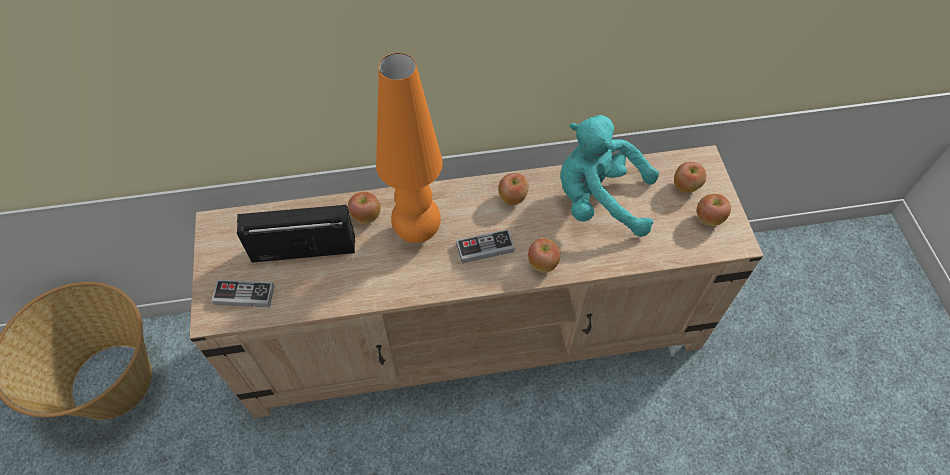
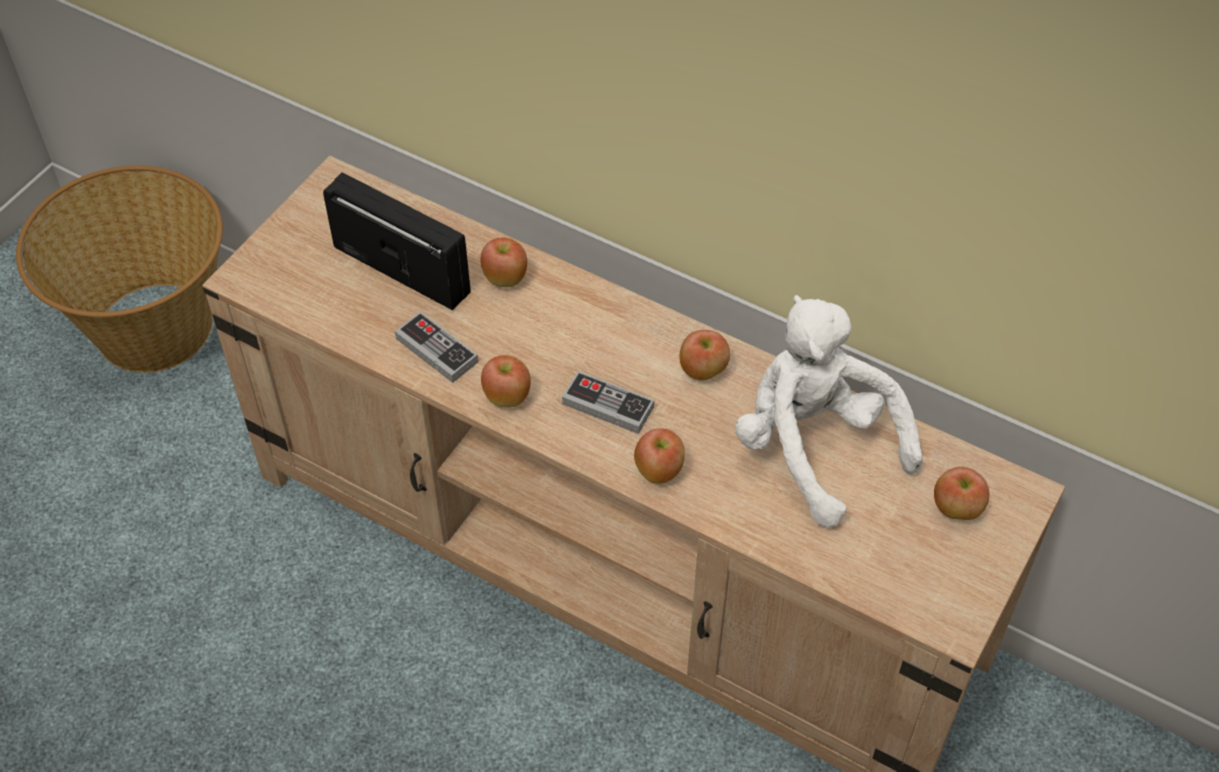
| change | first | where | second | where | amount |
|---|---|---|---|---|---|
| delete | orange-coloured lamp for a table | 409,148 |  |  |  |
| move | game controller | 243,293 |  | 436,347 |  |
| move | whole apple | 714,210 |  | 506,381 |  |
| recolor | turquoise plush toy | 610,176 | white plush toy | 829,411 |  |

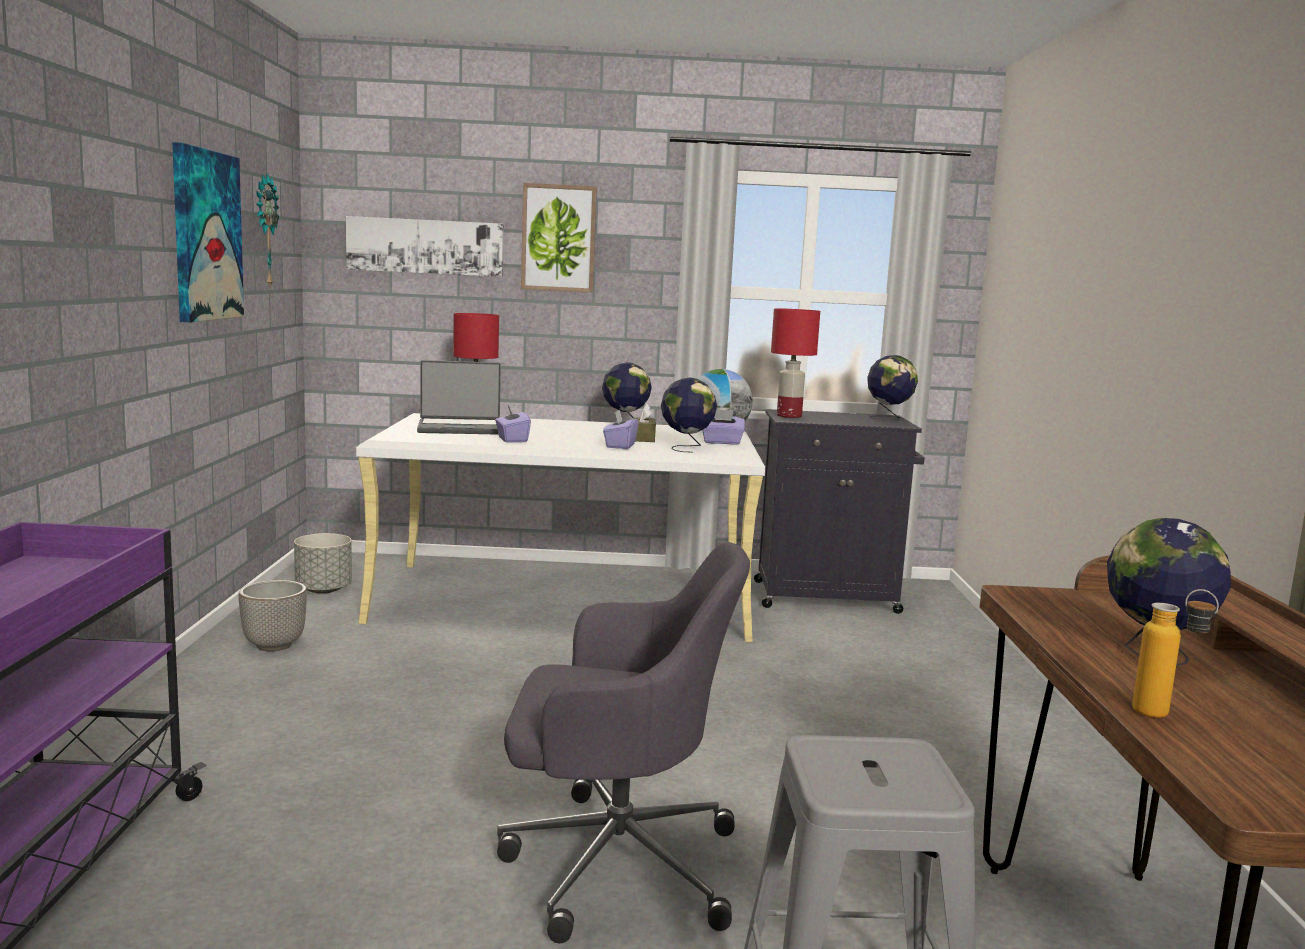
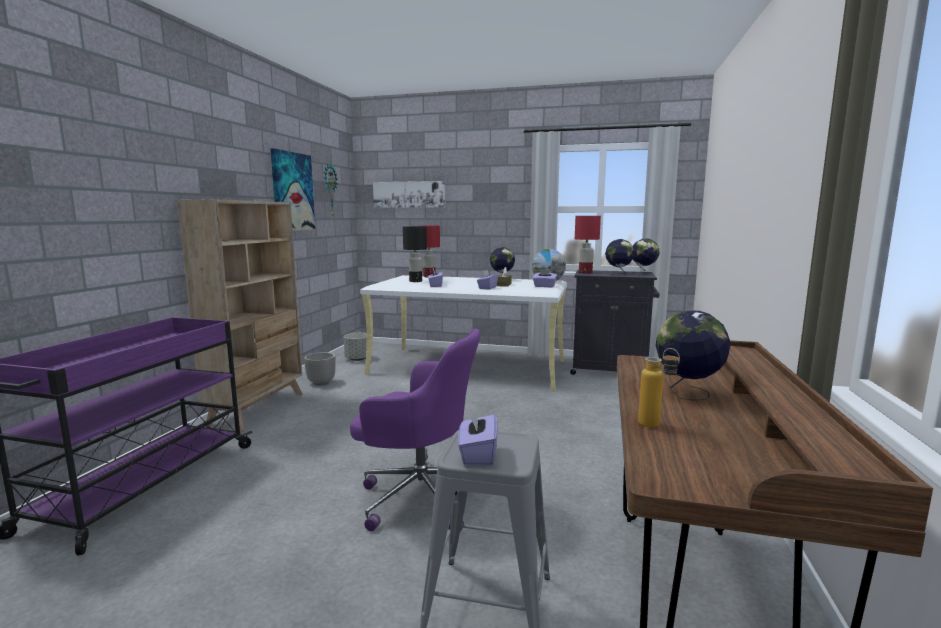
| change | first | where | second | where | amount |
|---|---|---|---|---|---|
| delete | wall art | 559,238 |  |  |  |
| insert |  |  | beige bookshelf | 240,314 |  |
| insert |  |  | purple box of tissues | 478,436 |  |
| move | world globe | 689,415 |  | 619,257 |  |
| replace | notebook computer | 459,397 | black-coloured lamp for a table | 415,254 |  |
| recolor | grey desk chair | 623,742 | purple desk chair | 415,430 |  |

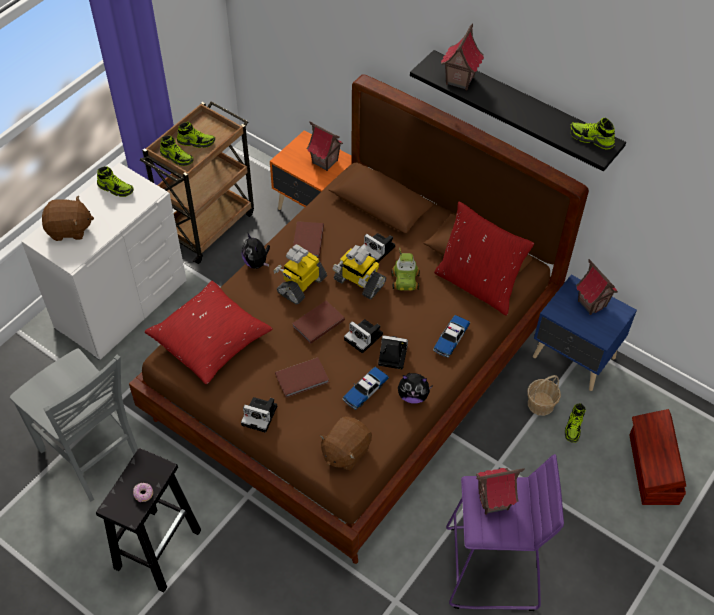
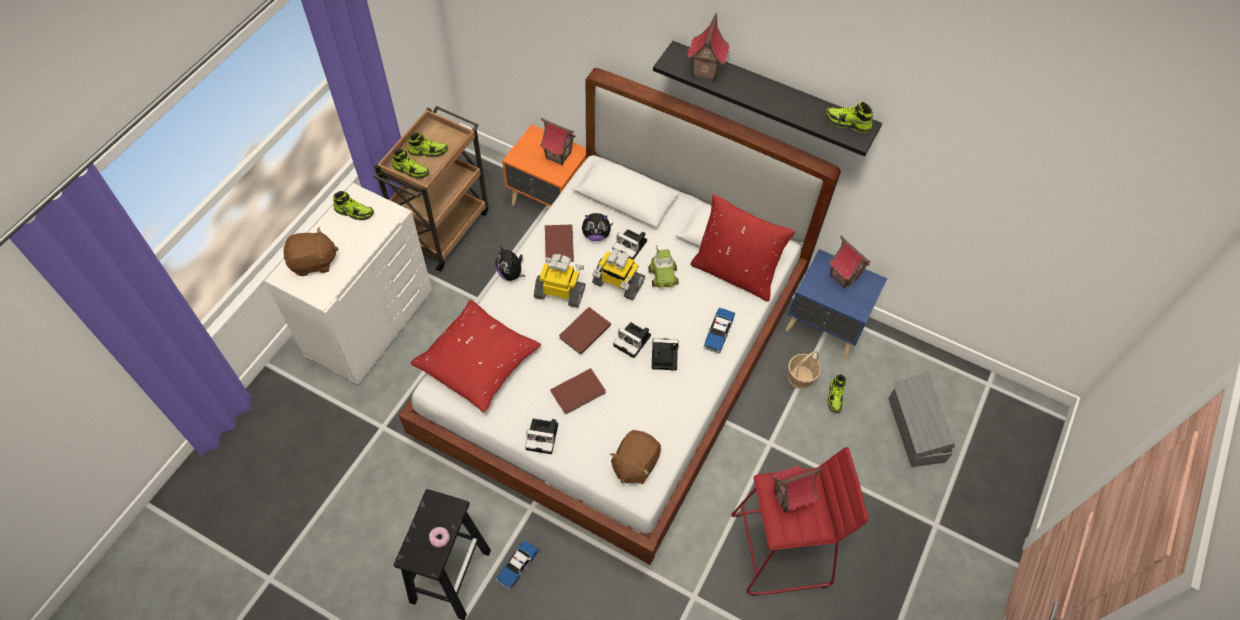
| change | first | where | second | where | amount |
|---|---|---|---|---|---|
| delete | grey upright chair | 74,424 |  |  |  |
| move | miniature car | 365,388 |  | 517,564 |  |
| move | plush toy | 415,388 |  | 597,227 |  |
| recolor | brown bed | 359,319 | white bed | 620,316 |  |
| recolor | purple stool seat | 505,532 | reddish stool seat | 799,521 |  |
| recolor | brown storage box | 657,457 | grey storage box | 922,420 |  |
| rotate | robot figure | 300,274 |  | 559,281 | 75 degrees clockwise |

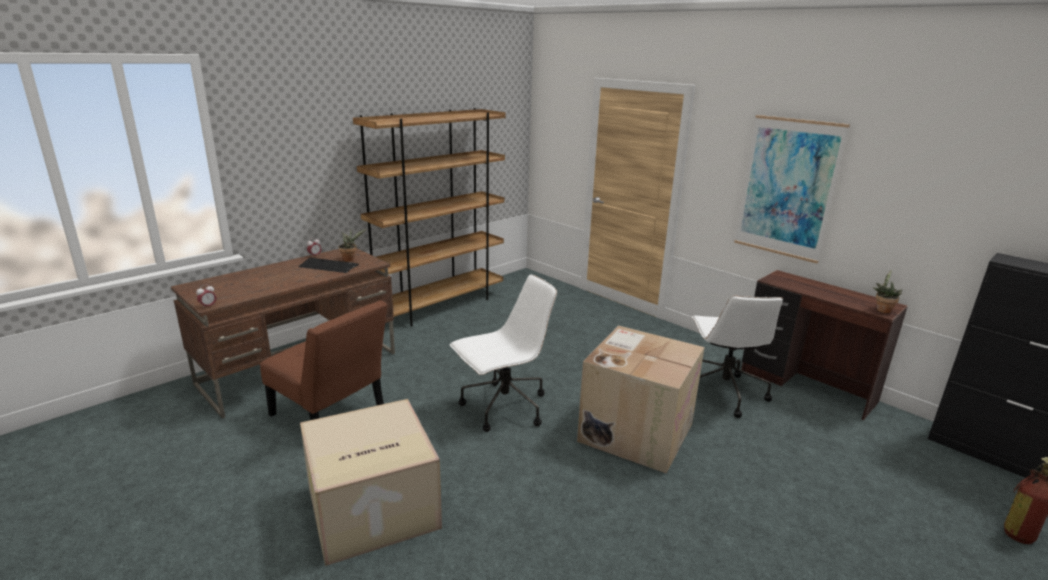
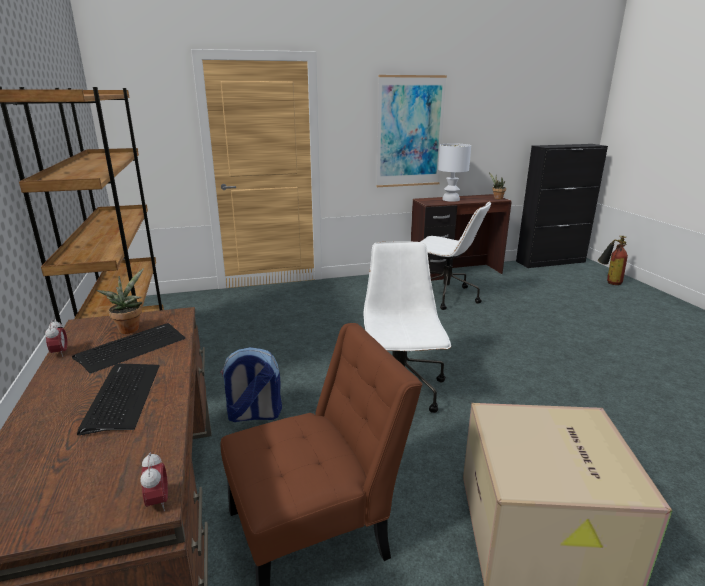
| change | first | where | second | where | amount |
|---|---|---|---|---|---|
| delete | carton | 641,400 |  |  |  |
| insert |  |  | computer keyboard | 118,399 |  |
| insert |  |  | backpack | 251,384 |  |
| insert |  |  | white lamp for a table | 454,172 |  |

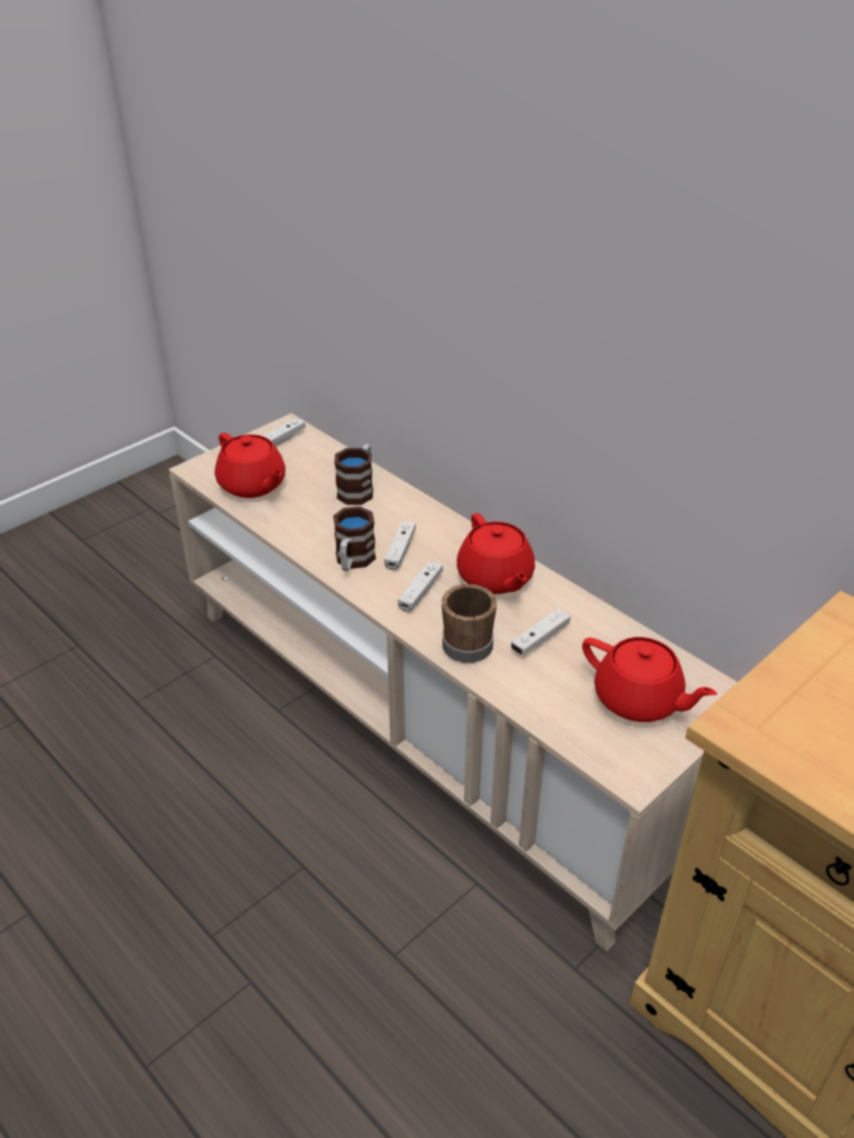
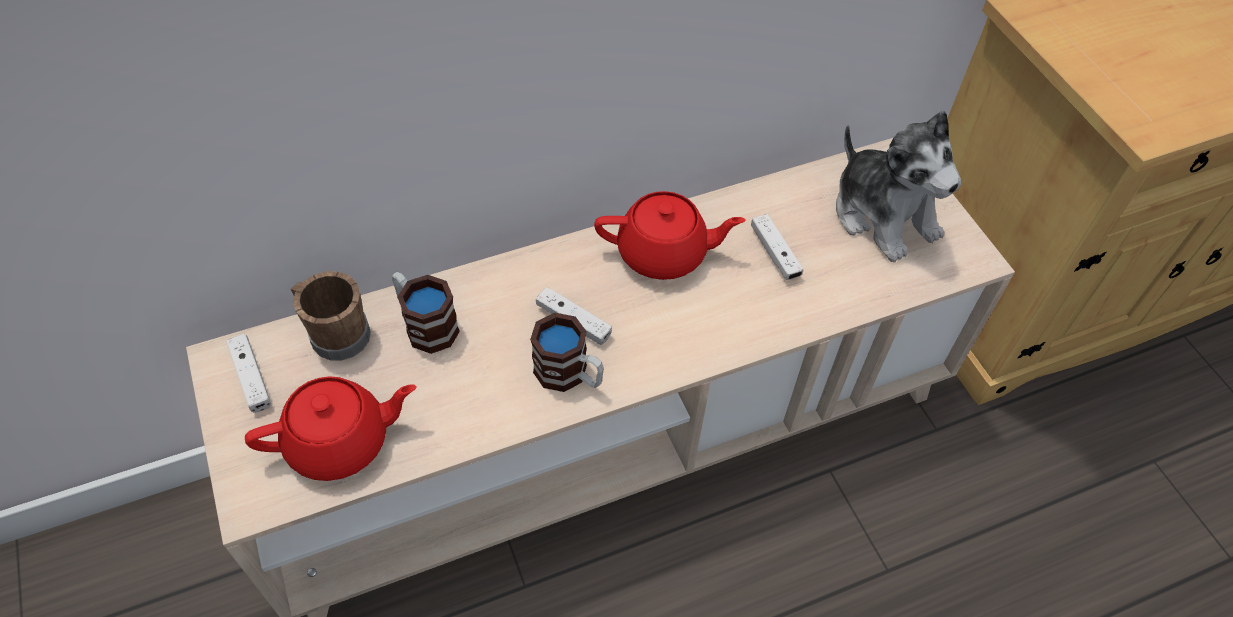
| change | first | where | second | where | amount |
|---|---|---|---|---|---|
| delete | white game controller | 420,586 |  |  |  |
| move | brown tea mug | 469,623 |  | 331,316 |  |
| replace | reddish teapot | 649,679 | plush toy | 898,186 |  |

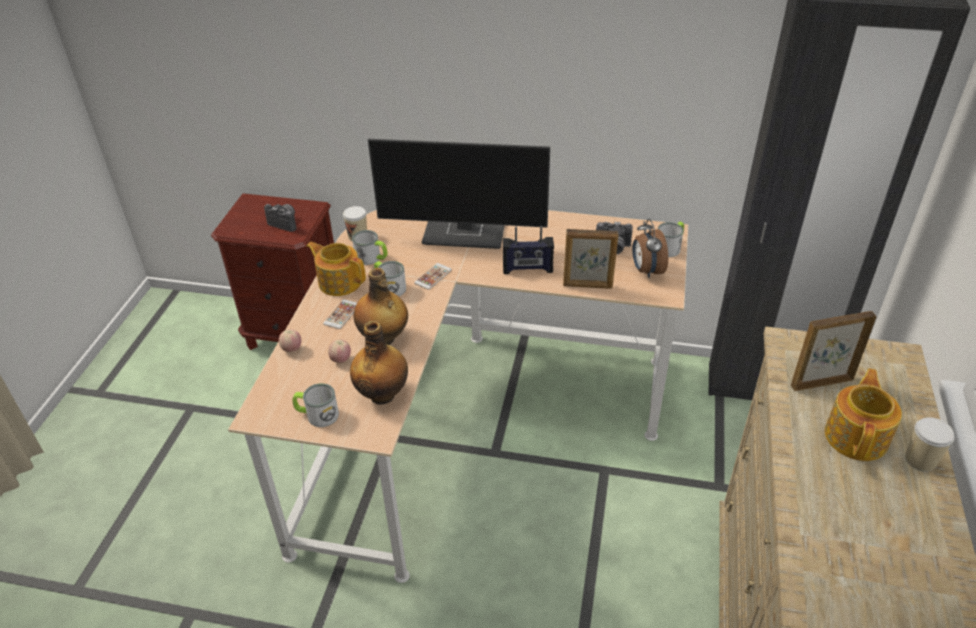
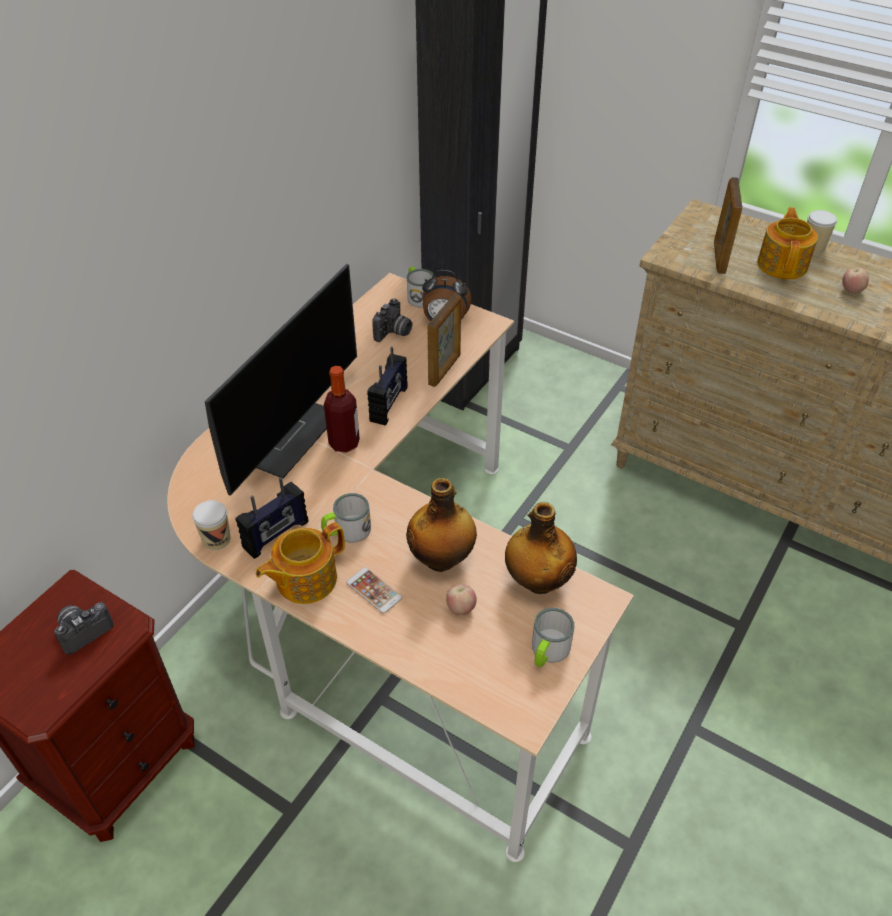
| change | first | where | second | where | amount |
|---|---|---|---|---|---|
| delete | handset | 433,276 |  |  |  |
| insert |  |  | bottle | 342,409 |  |
| move | whole apple | 290,340 |  | 855,281 |  |
| replace | tea mug | 369,247 | radio | 271,518 |  |
| rotate | teapot | 863,414 |  | 787,243 | 60 degrees clockwise |

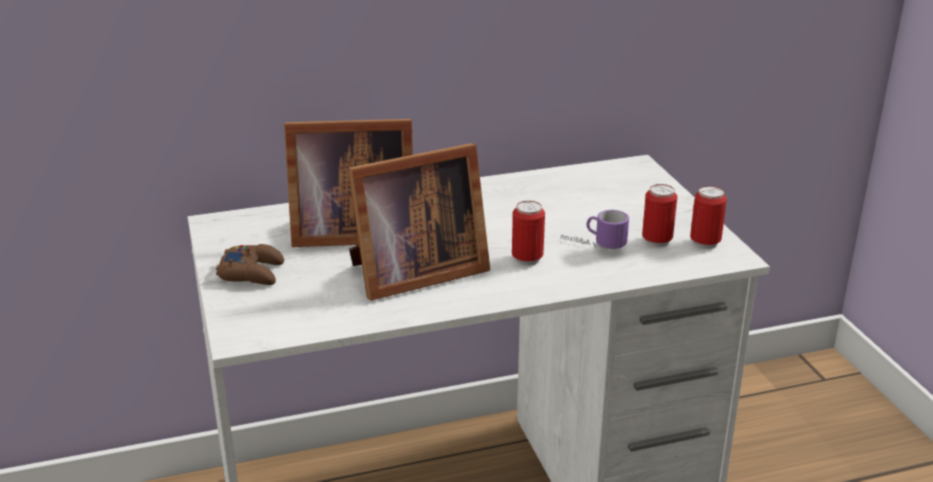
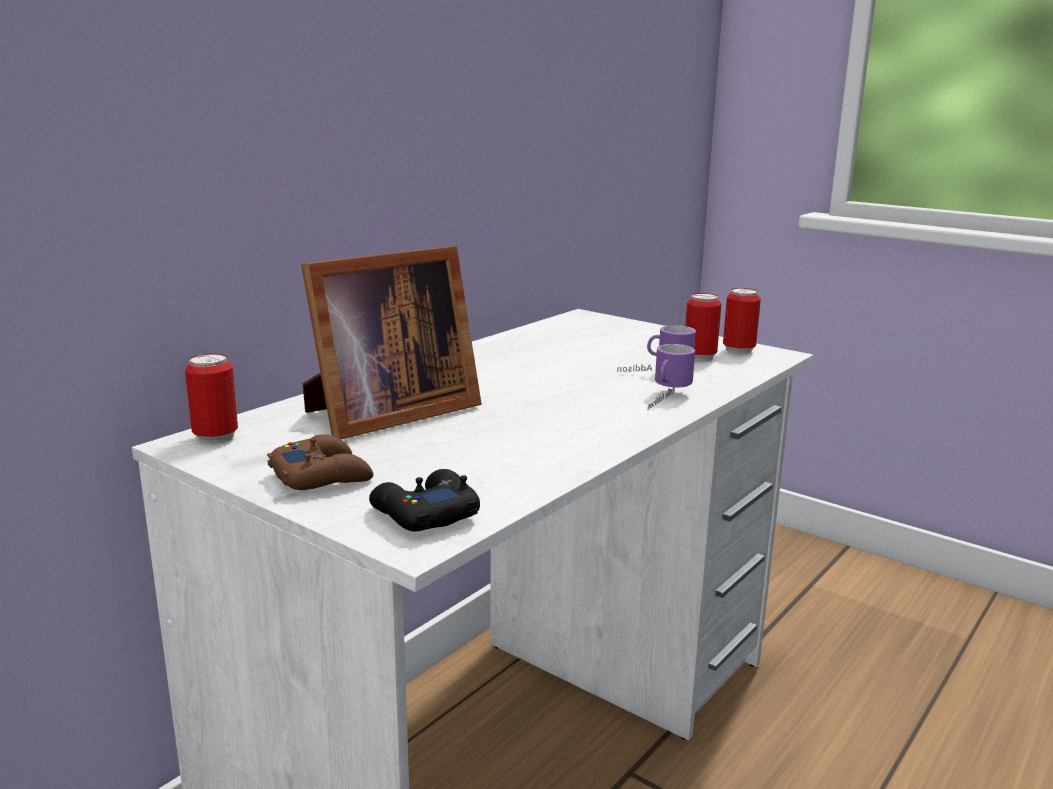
| change | first | where | second | where | amount |
|---|---|---|---|---|---|
| delete | picture frame | 419,222 |  |  |  |
| insert |  |  | black-coloured game controller | 424,500 |  |
| insert |  |  | tea mug | 671,377 |  |
| move | sealed can | 528,233 |  | 211,398 |  |

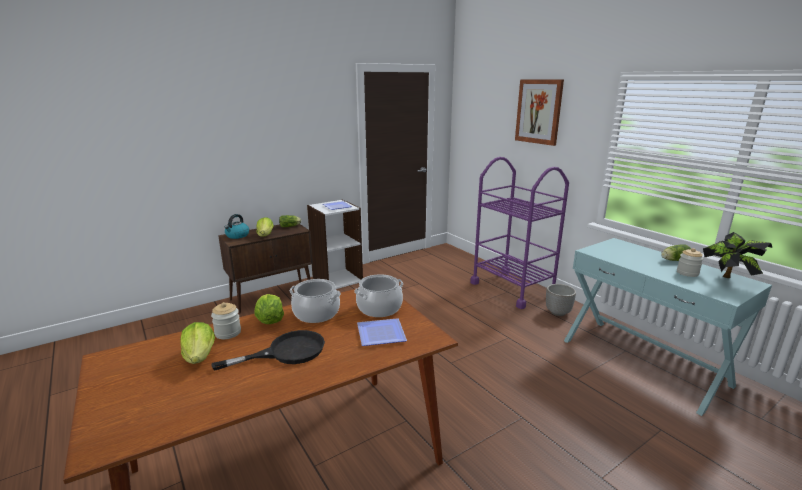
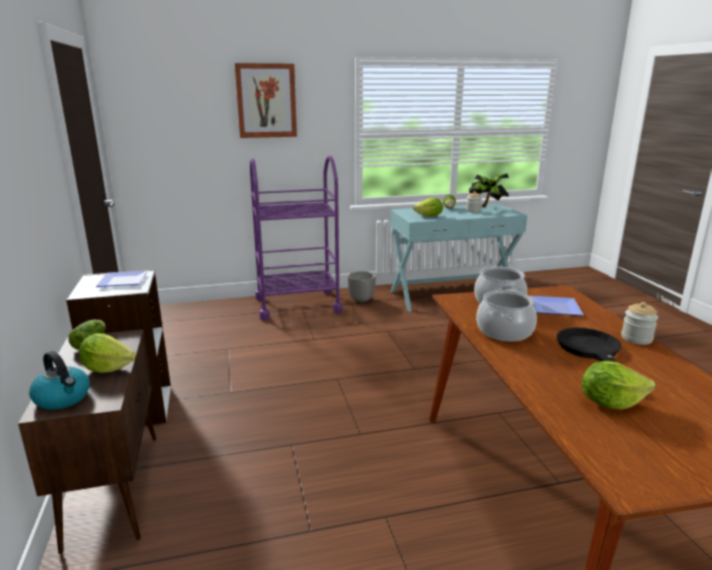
| change | first | where | second | where | amount |
|---|---|---|---|---|---|
| move | storage jar | 226,320 |  | 639,323 |  |
| move | lettuce | 269,309 |  | 428,207 |  |

